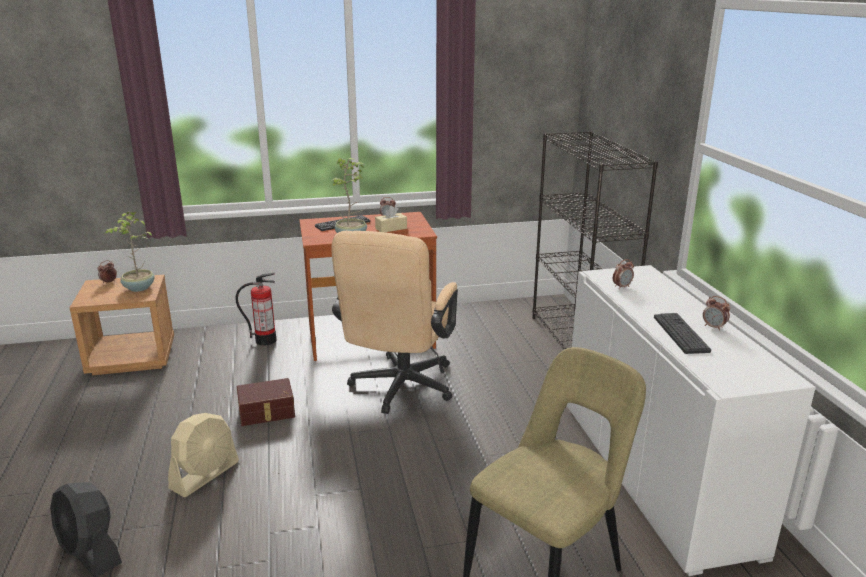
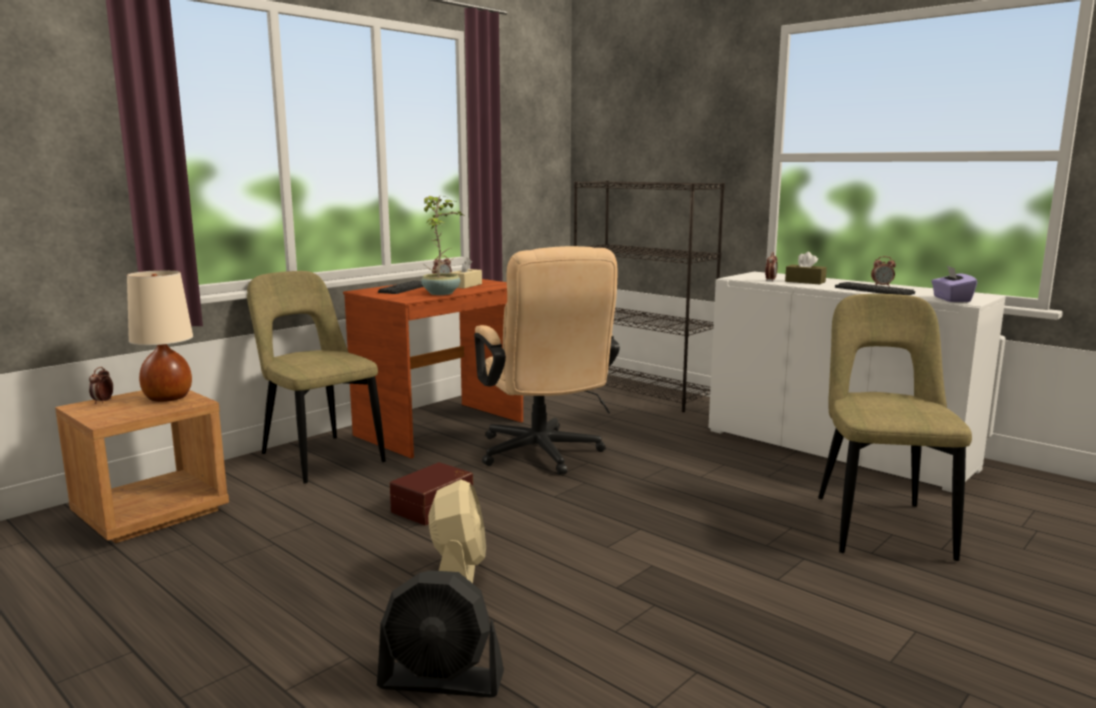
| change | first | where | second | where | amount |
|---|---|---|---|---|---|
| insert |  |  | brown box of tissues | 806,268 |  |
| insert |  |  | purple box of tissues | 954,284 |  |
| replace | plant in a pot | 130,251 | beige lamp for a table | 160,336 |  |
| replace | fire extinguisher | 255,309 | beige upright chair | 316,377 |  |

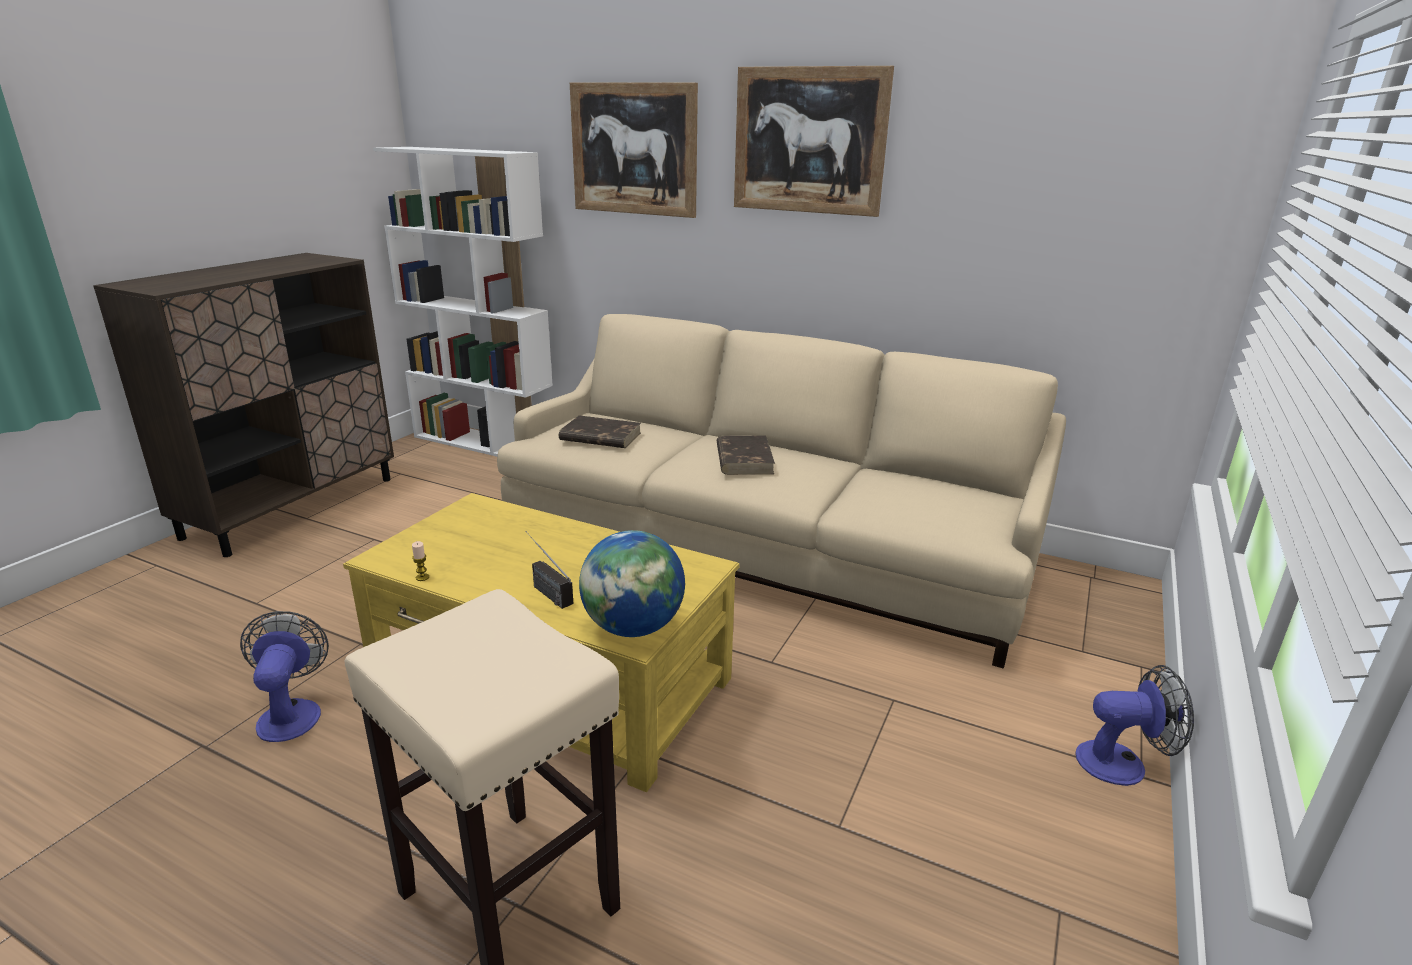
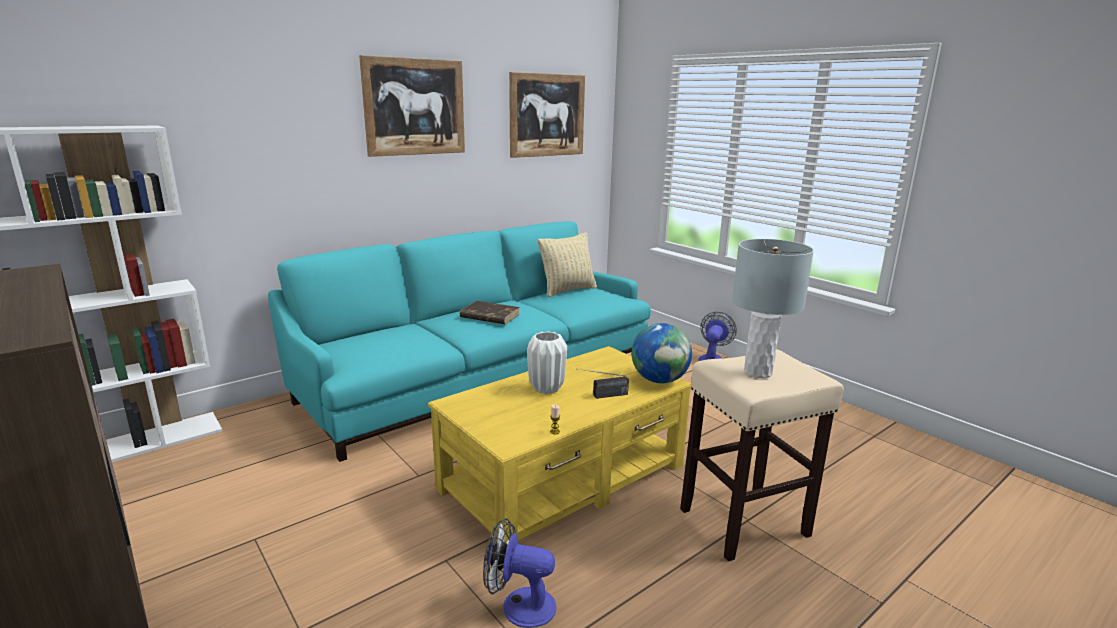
| change | first | where | second | where | amount |
|---|---|---|---|---|---|
| delete | brown bound book | 600,431 |  |  |  |
| insert |  |  | white vase | 547,362 |  |
| insert |  |  | beige cushion | 567,265 |  |
| insert |  |  | grey lamp for a table | 773,308 |  |
| move | wall art | 634,150 |  | 547,115 |  |
| recolor | beige sofa | 781,491 | turquoise sofa | 459,341 |  |

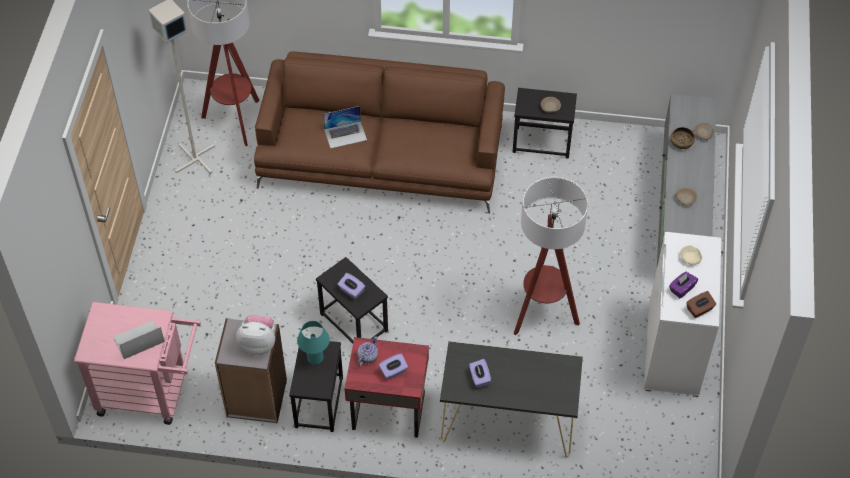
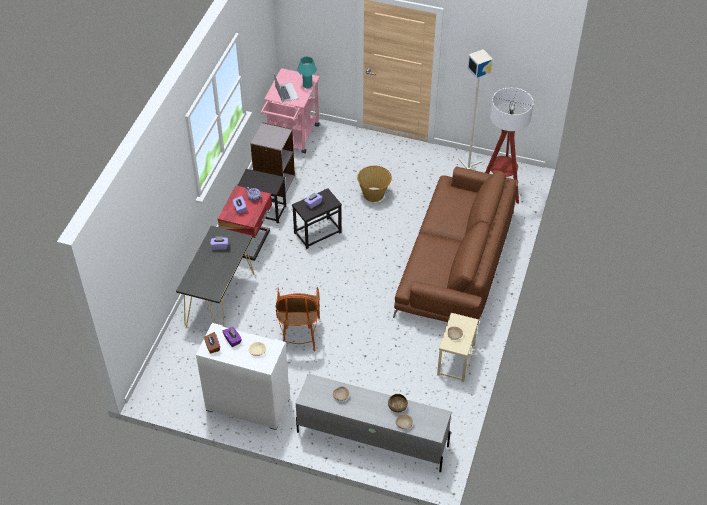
| change | first | where | second | where | amount |
|---|---|---|---|---|---|
| delete | plush toy | 255,335 |  |  |  |
| delete | notebook computer | 345,127 |  |  |  |
| insert |  |  | basket | 374,184 |  |
| move | turquoise lamp for a table | 313,343 |  | 307,72 |  |
| replace | standing lamp | 551,256 | lounge chair | 298,319 |  |
| recolor | black-coloured side table | 544,123 | beige side table | 458,347 |  |

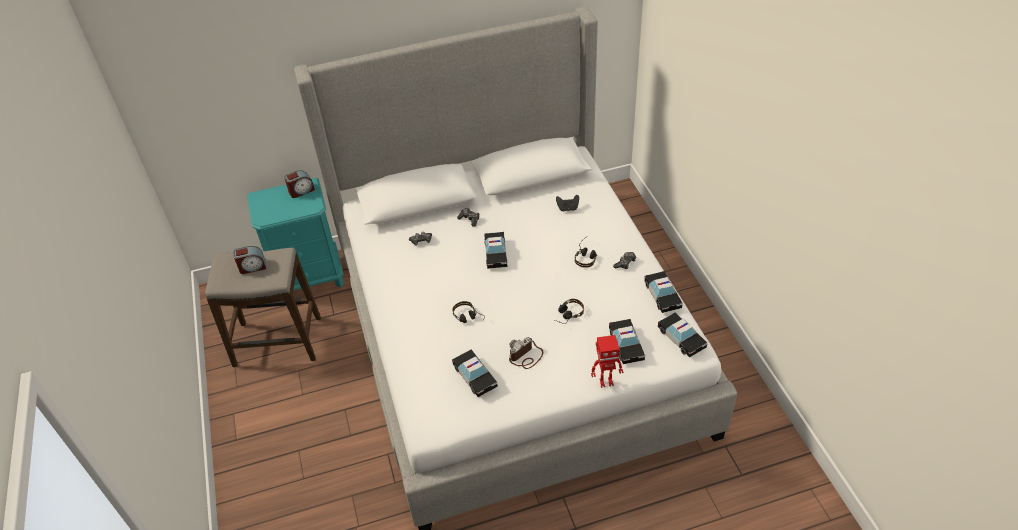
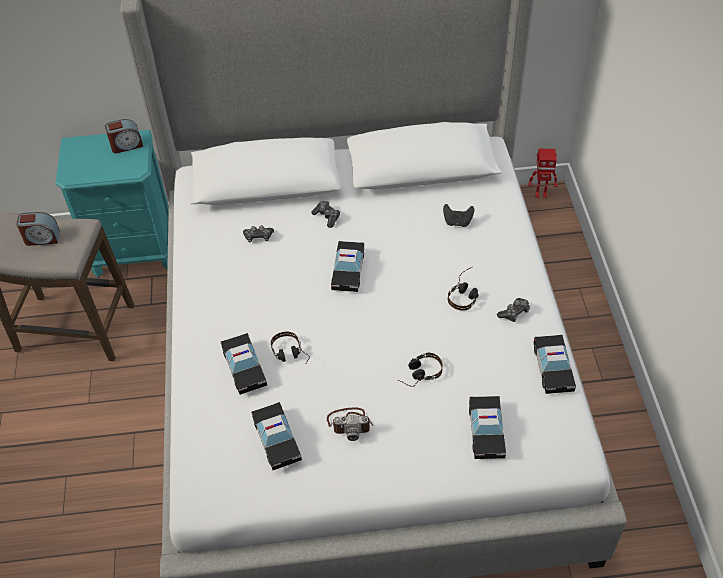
| change | first | where | second | where | amount |
|---|---|---|---|---|---|
| move | robot figure | 607,361 |  | 542,174 |  |
| move | miniature car | 683,335 |  | 244,364 |  |
| rotate | still camera | 526,353 |  | 350,424 | 150 degrees counterclockwise |

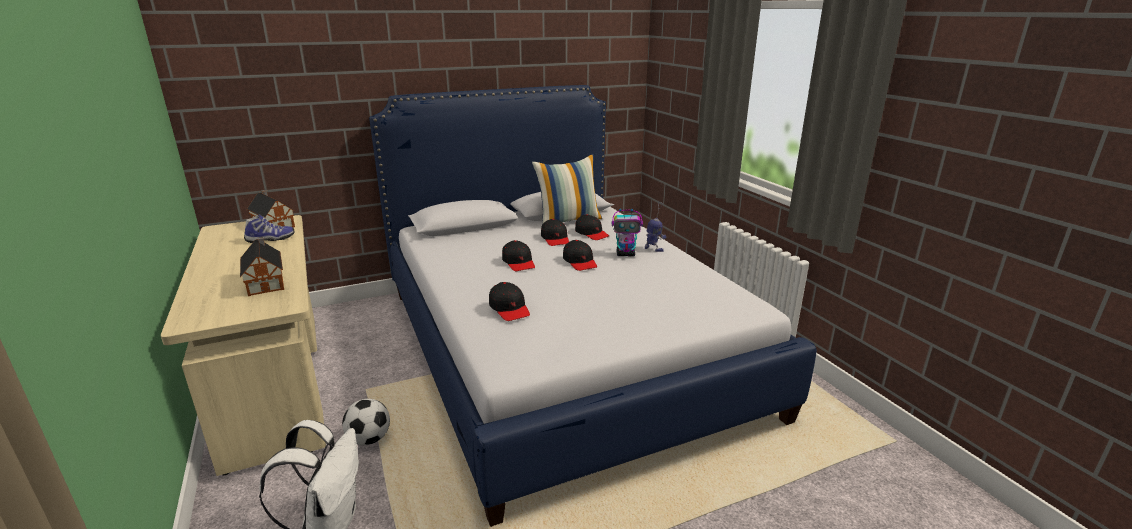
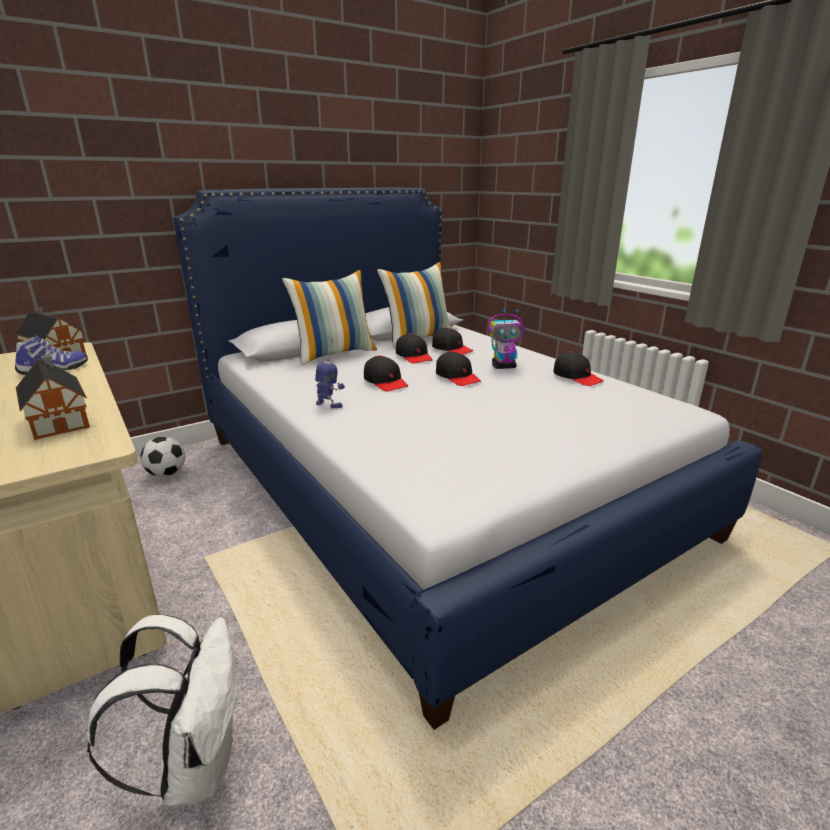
| change | first | where | second | where | amount |
|---|---|---|---|---|---|
| insert |  |  | cushion | 329,317 |  |
| move | football ball | 366,422 |  | 163,456 |  |
| move | black-coloured baseball cap | 509,301 |  | 578,368 |  |
| move | robot figure | 656,226 |  | 330,371 |  |

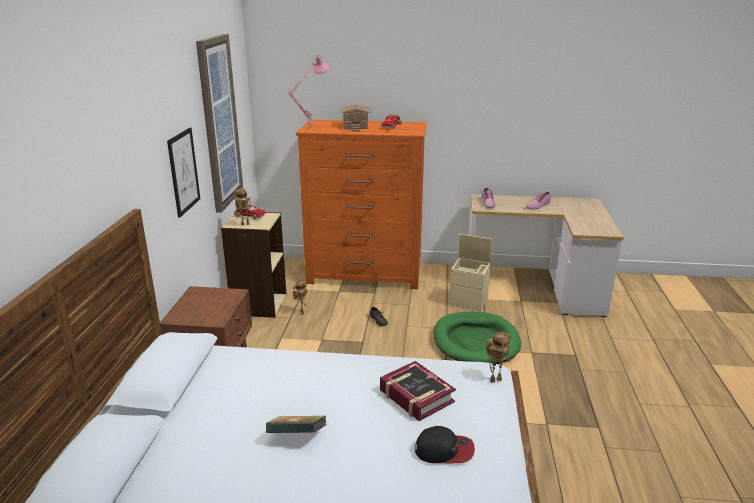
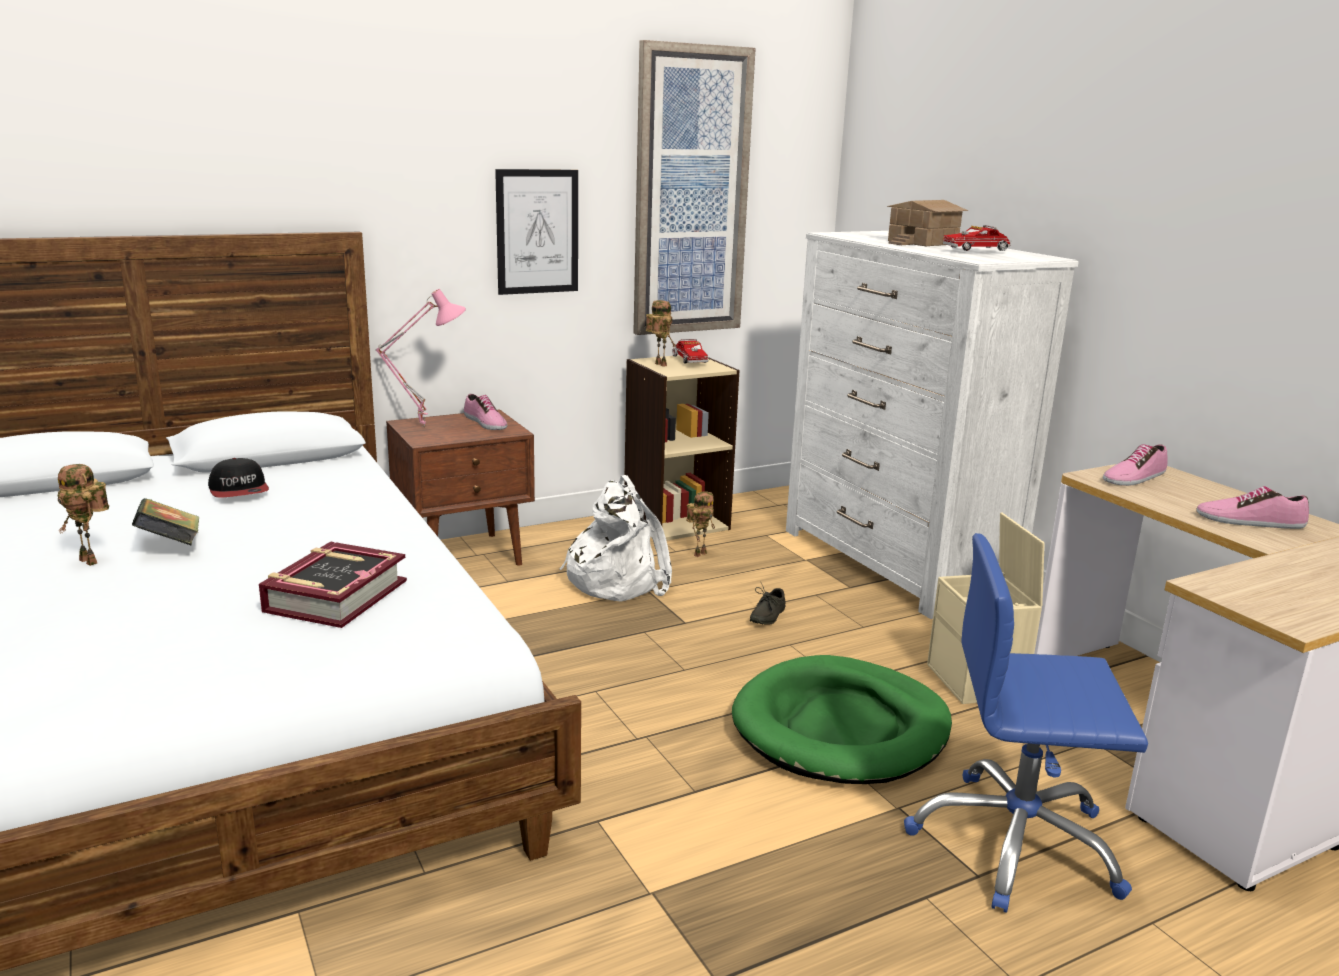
| change | first | where | second | where | amount |
|---|---|---|---|---|---|
| insert |  |  | shoe | 485,412 |  |
| insert |  |  | white backpack | 616,538 |  |
| insert |  |  | blue-coloured desk chair | 1026,723 |  |
| move | pink lamp for a table | 308,92 |  | 420,358 |  |
| move | baseball cap | 445,444 |  | 238,478 |  |
| move | robot figure | 498,357 |  | 83,515 |  |
| recolor | orange-coloured dresser | 361,204 | white dresser | 932,425 |  |

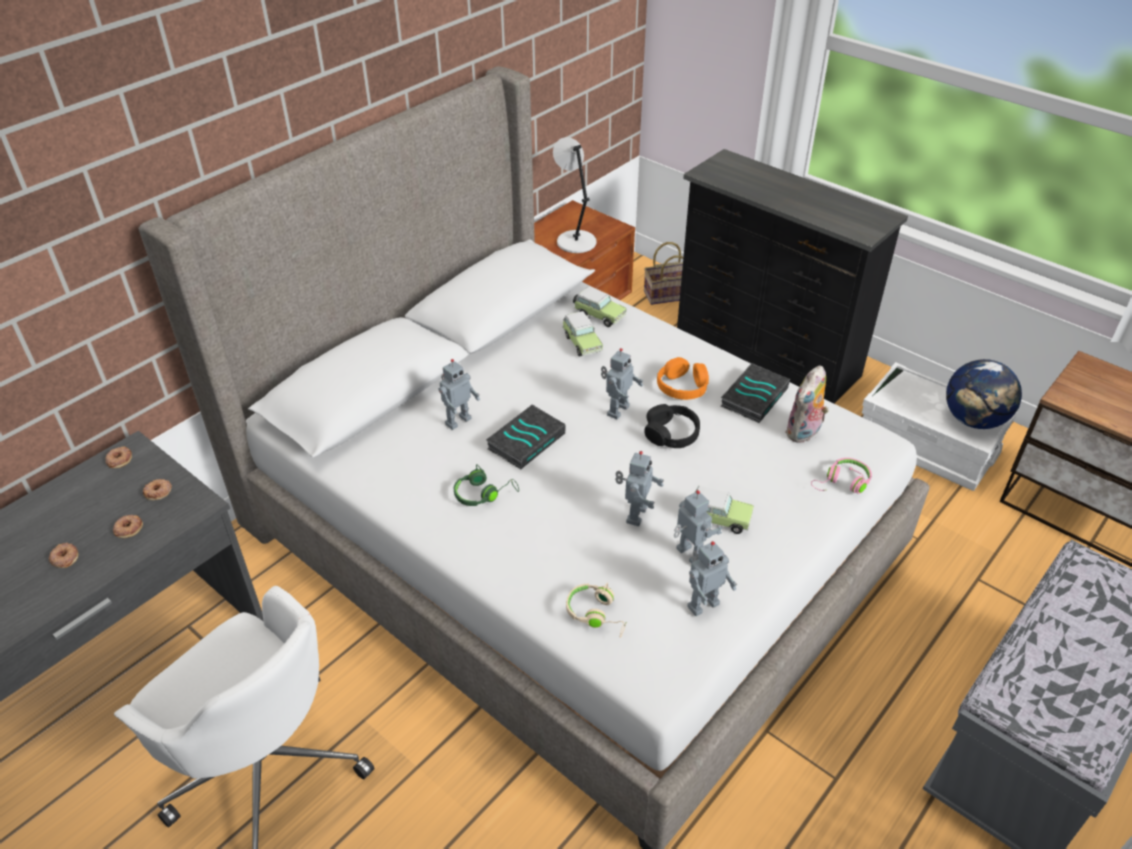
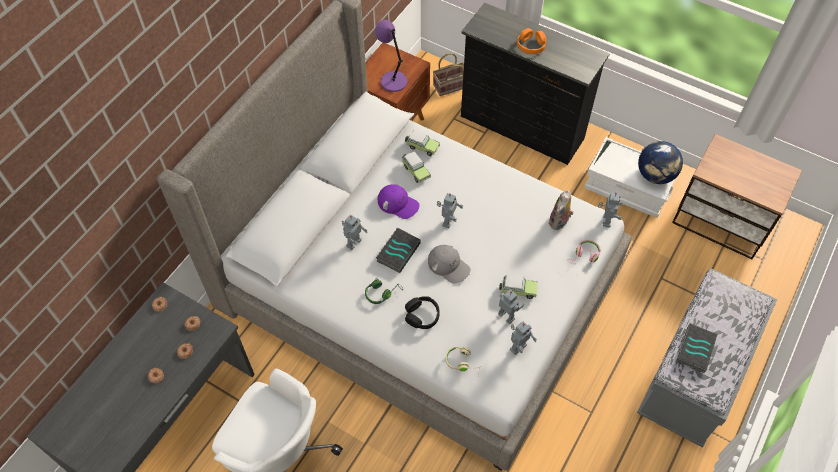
| change | first | where | second | where | amount |
|---|---|---|---|---|---|
| insert |  |  | purple baseball cap | 399,201 |  |
| insert |  |  | grey baseball cap | 449,264 |  |
| move | robot figure | 639,488 |  | 610,210 |  |
| move | black-coloured pair of headphones | 672,426 |  | 422,312 |  |
| move | orange-coloured pair of headphones | 683,378 |  | 531,41 |  |
| move | bound book | 755,393 |  | 696,348 |  |
| recolor | grey lamp for a table | 575,195 | purple lamp for a table | 391,56 |  |

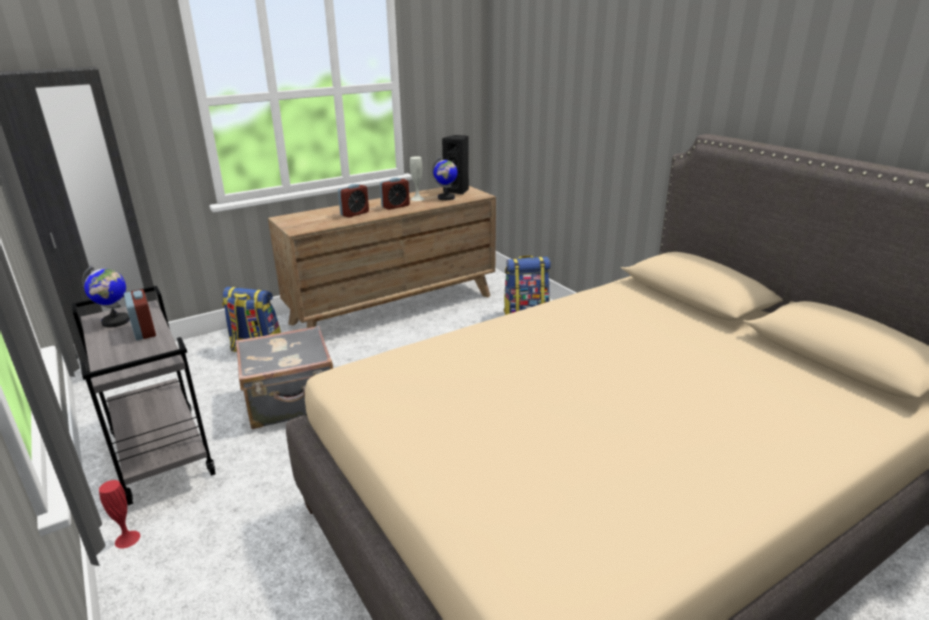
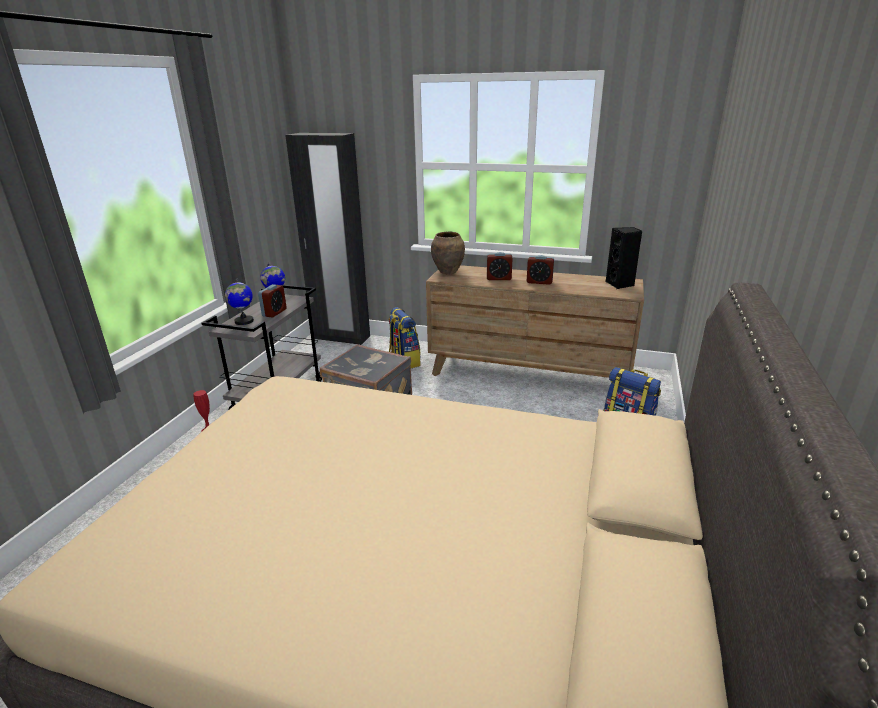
| change | first | where | second | where | amount |
|---|---|---|---|---|---|
| delete | white vase | 417,178 |  |  |  |
| insert |  |  | brown vase | 448,253 |  |
| move | world globe | 445,178 |  | 239,301 |  |

